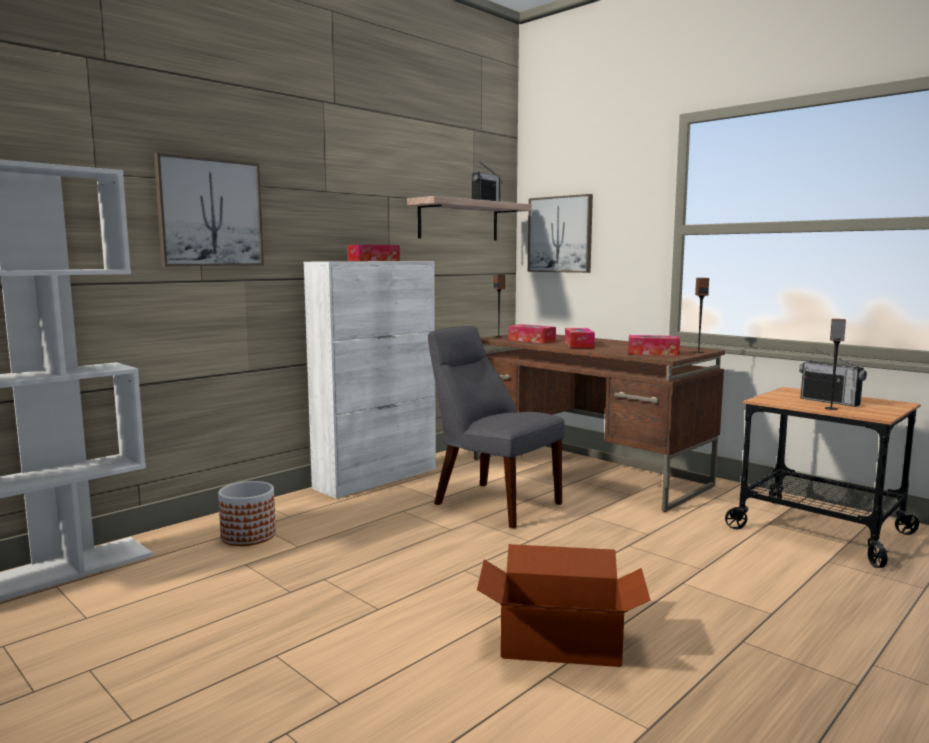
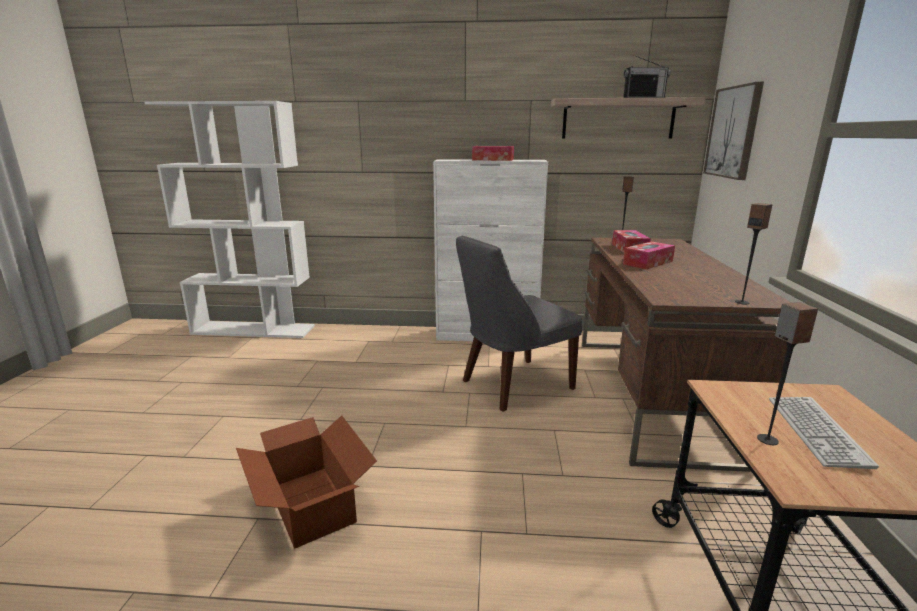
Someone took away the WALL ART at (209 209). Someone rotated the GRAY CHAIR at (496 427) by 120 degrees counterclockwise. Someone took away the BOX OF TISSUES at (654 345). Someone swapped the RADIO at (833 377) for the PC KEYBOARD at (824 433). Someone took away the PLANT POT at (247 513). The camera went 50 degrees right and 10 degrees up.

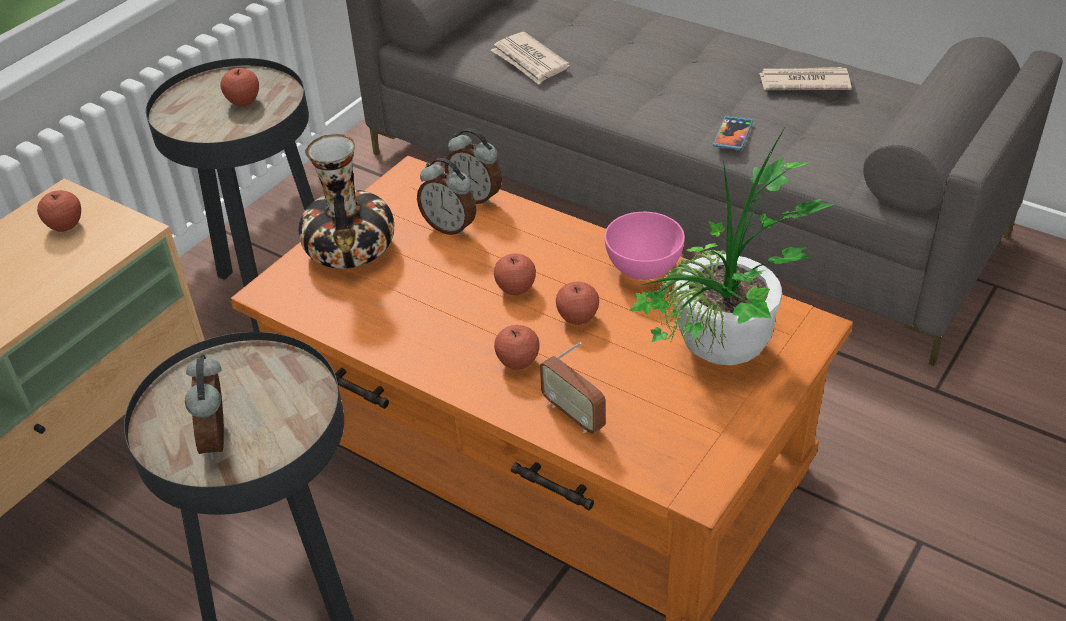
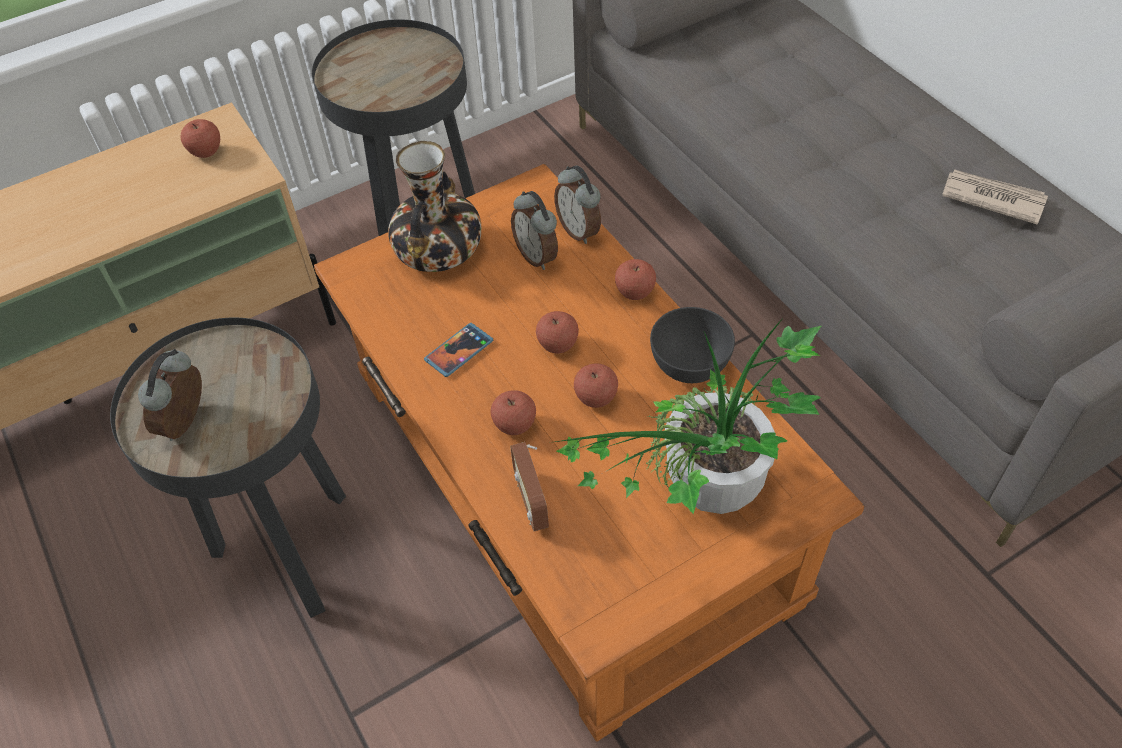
Someone took away the NEWSPAPER at (530 58). Someone carried the WHOLE APPLE from (239 87) to (635 279). Someone carried the TELEPHONE from (733 133) to (458 350). Someone repainted the PINKISH SERVING BOWL at (644 246), which became the GRAY SERVING BOWL at (692 345). The camera went 25 degrees right and 10 degrees up.

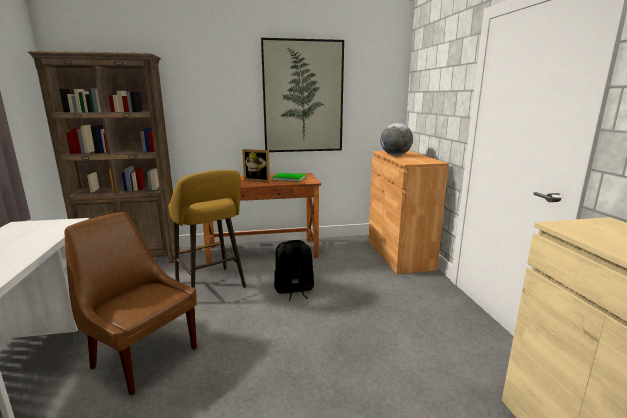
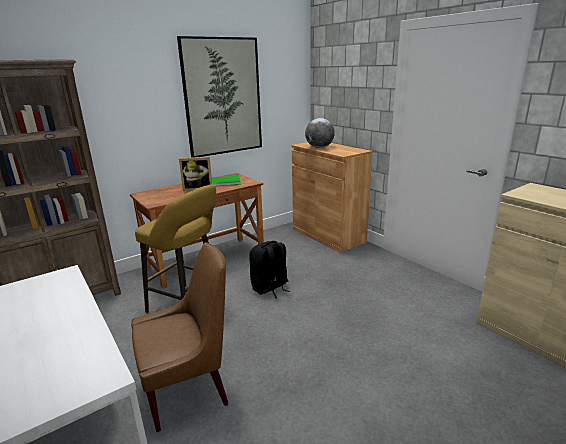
Someone rotated the BROWNISH CHAIR at (131 303) by 150 degrees clockwise. The camera went 25 degrees left and 5 degrees up.

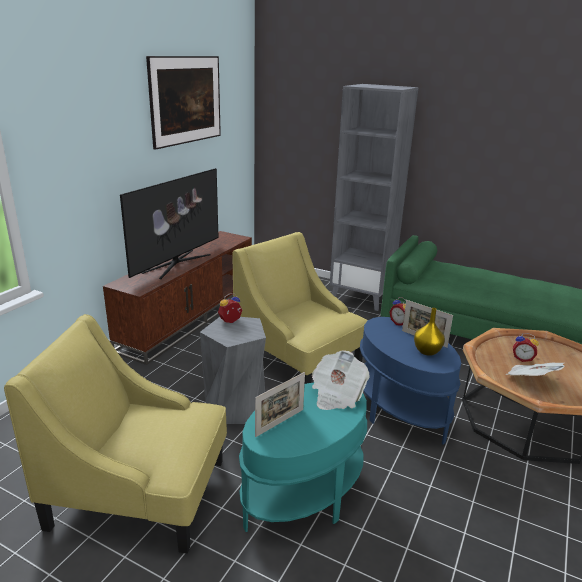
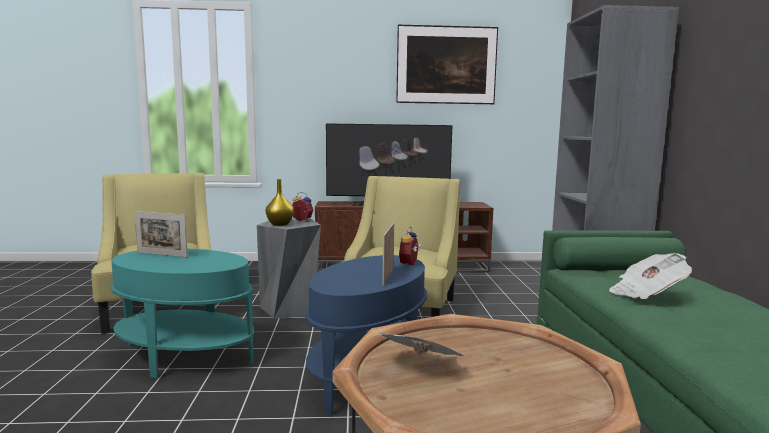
Someone carried the YELLOW-COLOURED DECORATIVE VASE from (429 332) to (280 202). Someone took away the BEDSIDE CLOCK at (526 347). Someone carried the NEWSPAPER from (341 380) to (650 276). The camera went 60 degrees right and 15 degrees down.

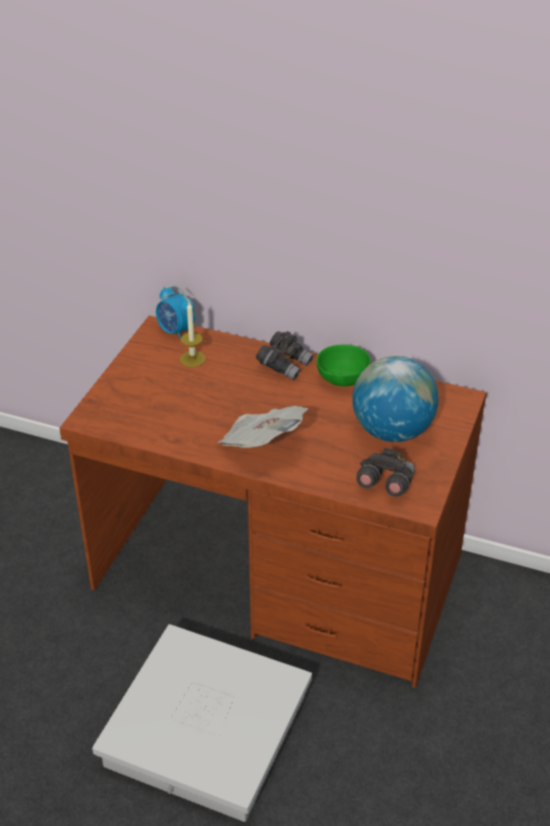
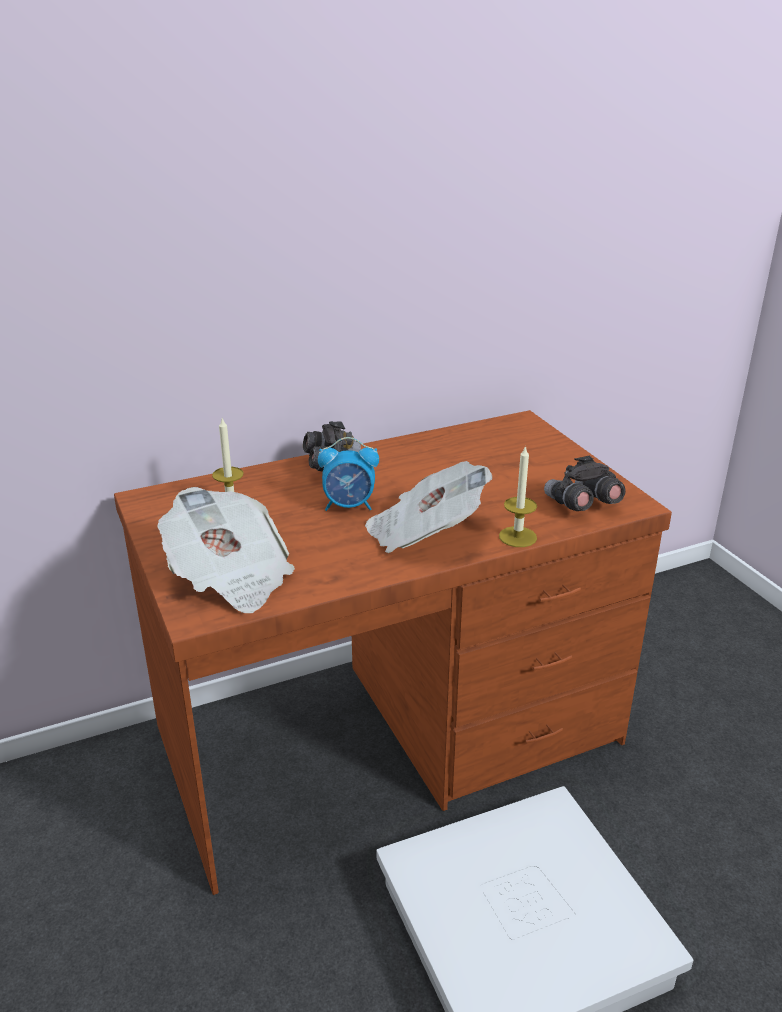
Someone carried the BEDSIDE CLOCK from (175 312) to (348 474). Someone took away the GREEN SERVING BOWL at (343 365). Someone took away the WORLD GLOBE at (395 399). Someone put down the CANDLE at (518 496). Someone put down the NEWSPAPER at (226 550). The camera went 45 degrees left and 10 degrees down.

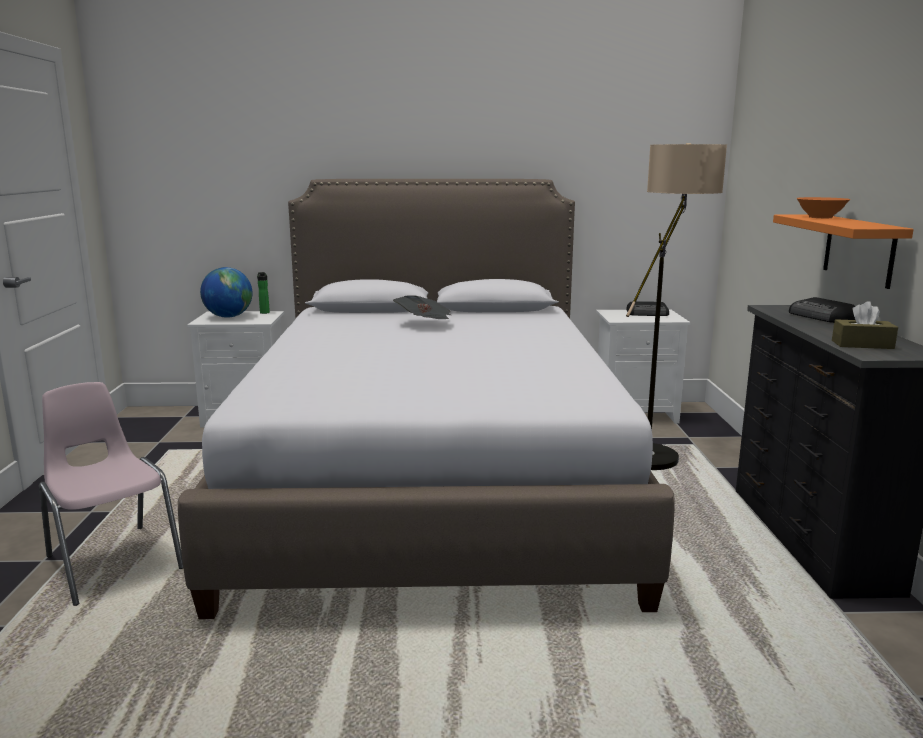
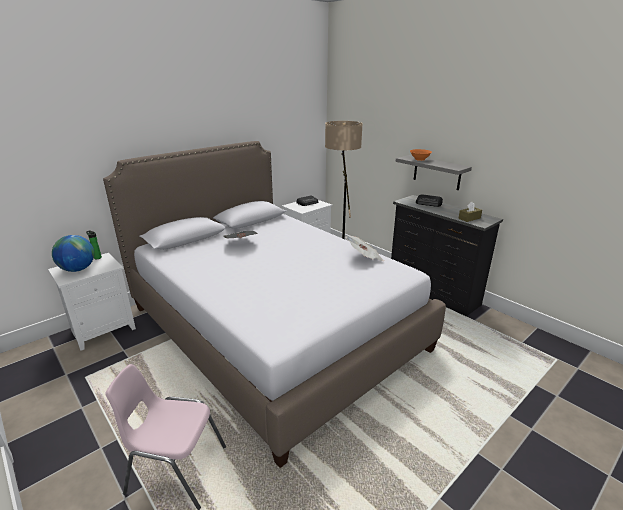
Someone repainted the ORANGE SHELF at (843 251), which became the GRAY SHELF at (434 172). Someone put down the NEWSPAPER at (364 248). The camera went 40 degrees left and 10 degrees up.

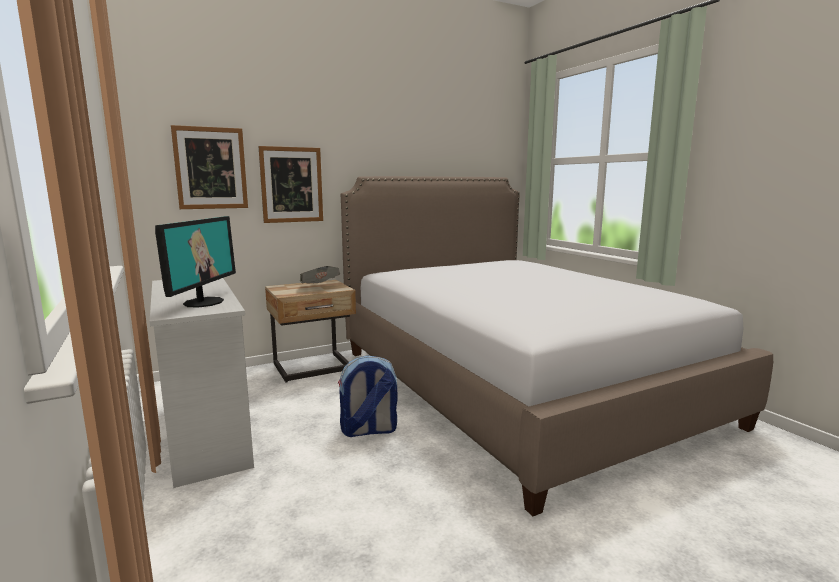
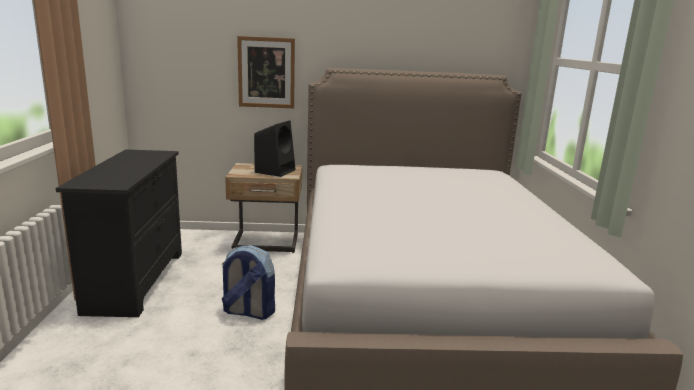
Someone took away the WALL ART at (209 167). Someone took away the MONITOR at (195 262). Someone swapped the NEWSPAPER at (320 275) for the BLACK-COLOURED LOUDSPEAKER at (275 149). Someone repainted the WHITE DRESSER at (202 383), which became the BLACK-COLOURED DRESSER at (118 233). The camera went 25 degrees right and 5 degrees up.

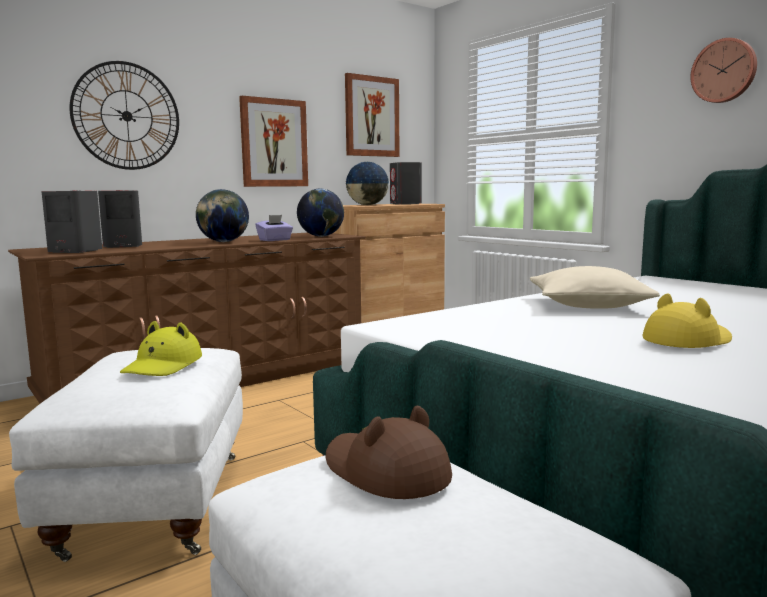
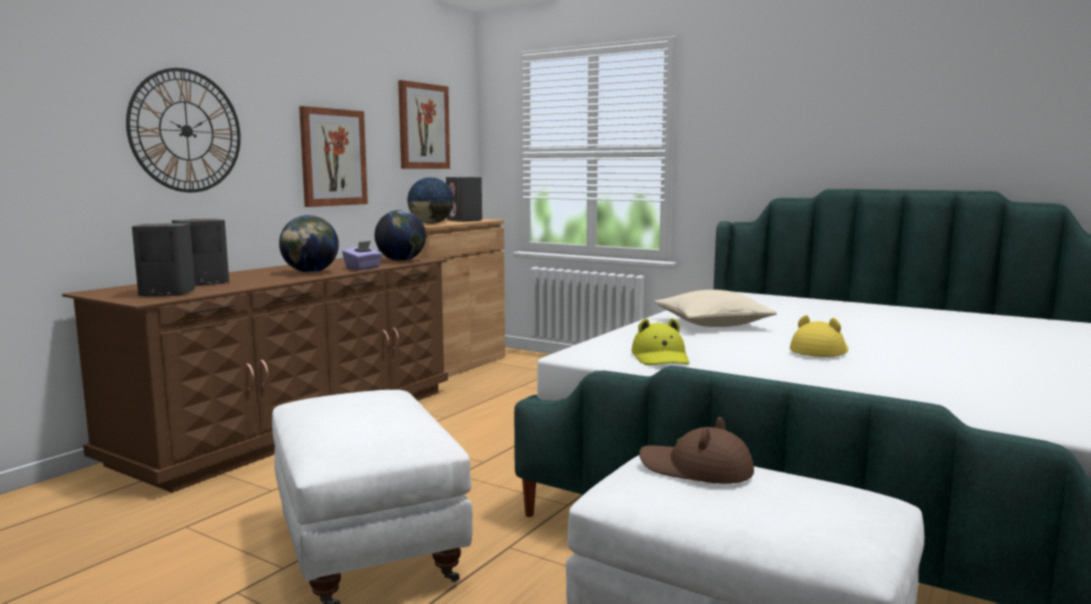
Someone took away the HANGING CLOCK at (723 70). Someone carried the YELLOW-COLOURED HAT from (161 348) to (660 341). The camera went 20 degrees left and 0 degrees up.

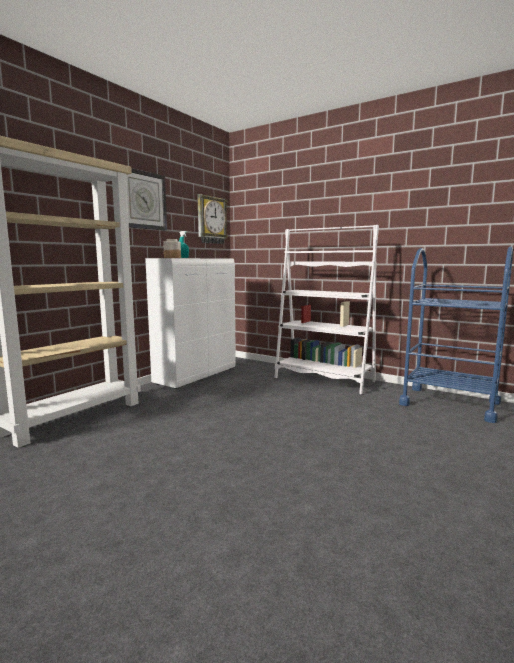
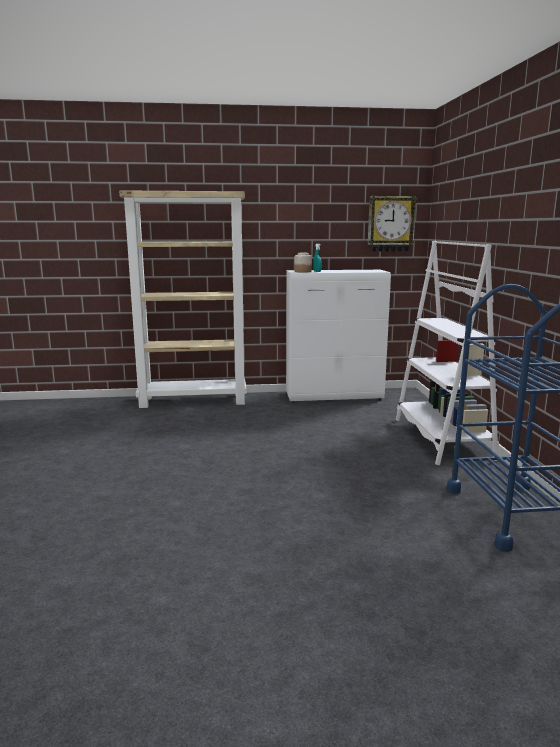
Someone took away the HANGING CLOCK at (146 199). The camera went 50 degrees right and 5 degrees up.

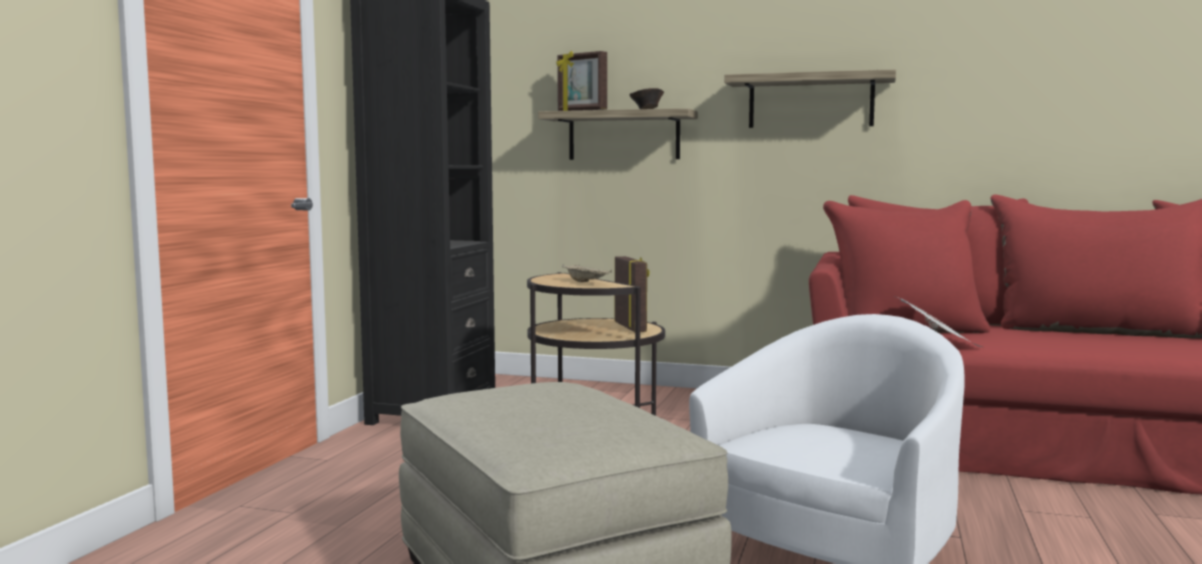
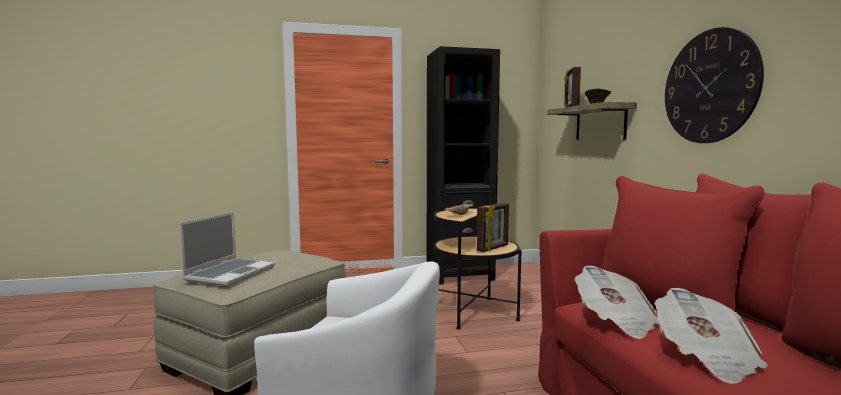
Someone swapped the SHELF at (810 98) for the HANGING CLOCK at (714 85). Someone put down the LAPTOP at (227 249). Someone put down the NEWSPAPER at (711 336). The camera went 60 degrees right and 0 degrees up.

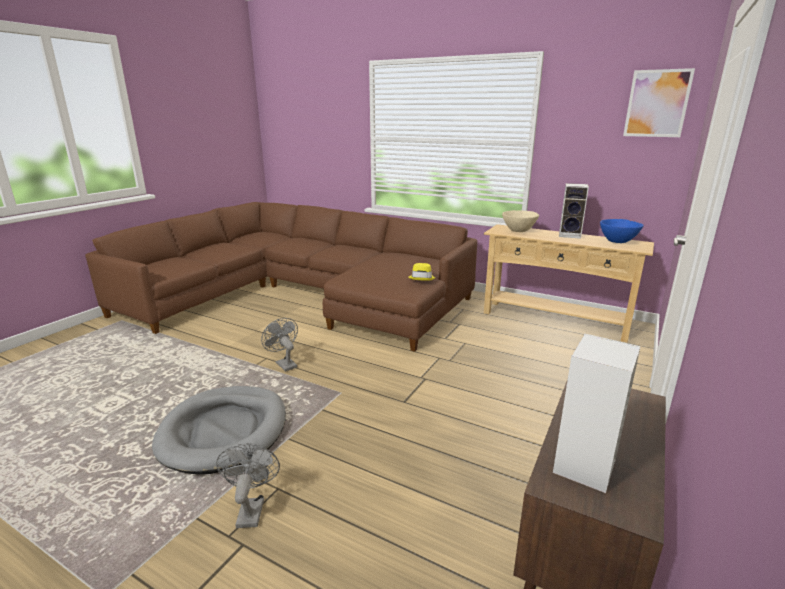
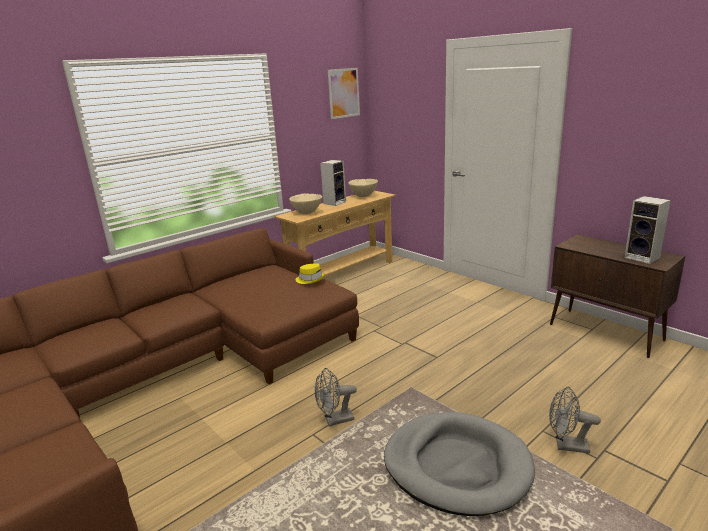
Someone repainted the BLUISH SERVING BOWL at (622 231), which became the BEIGE SERVING BOWL at (363 188). The camera went 70 degrees left and 0 degrees up.

